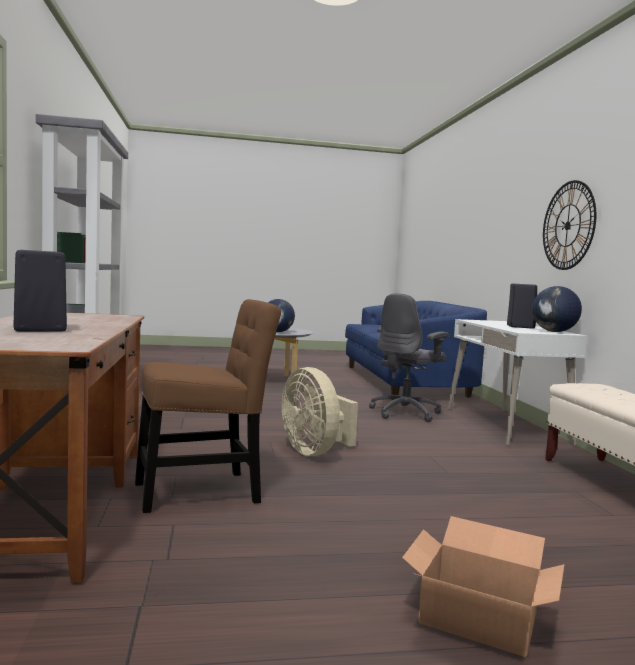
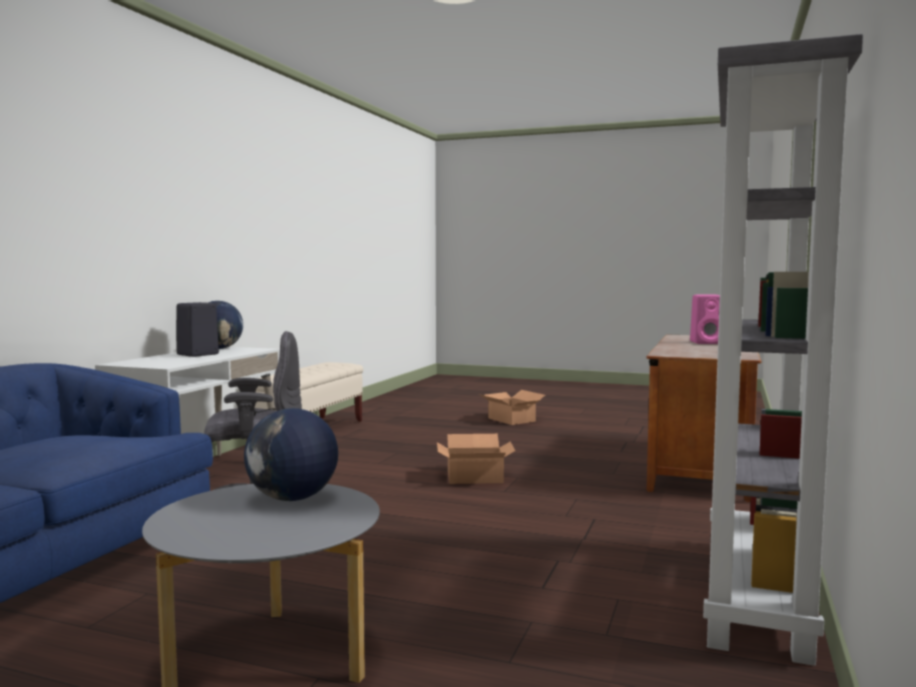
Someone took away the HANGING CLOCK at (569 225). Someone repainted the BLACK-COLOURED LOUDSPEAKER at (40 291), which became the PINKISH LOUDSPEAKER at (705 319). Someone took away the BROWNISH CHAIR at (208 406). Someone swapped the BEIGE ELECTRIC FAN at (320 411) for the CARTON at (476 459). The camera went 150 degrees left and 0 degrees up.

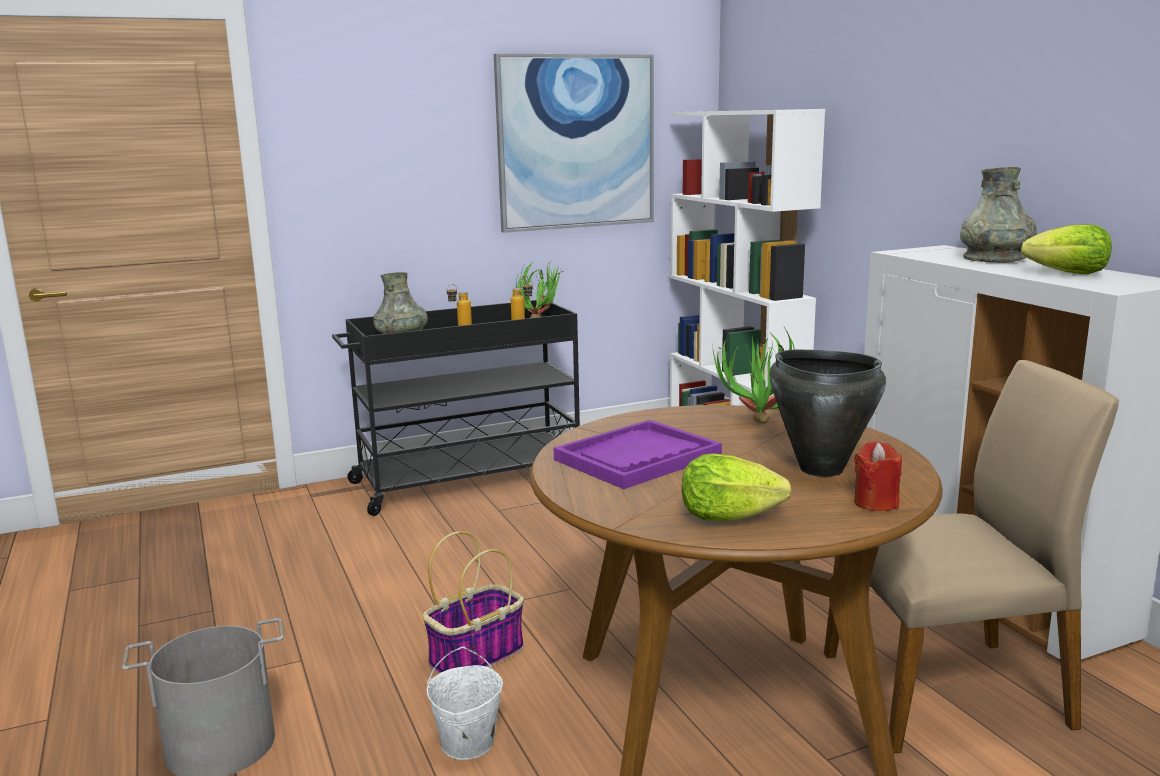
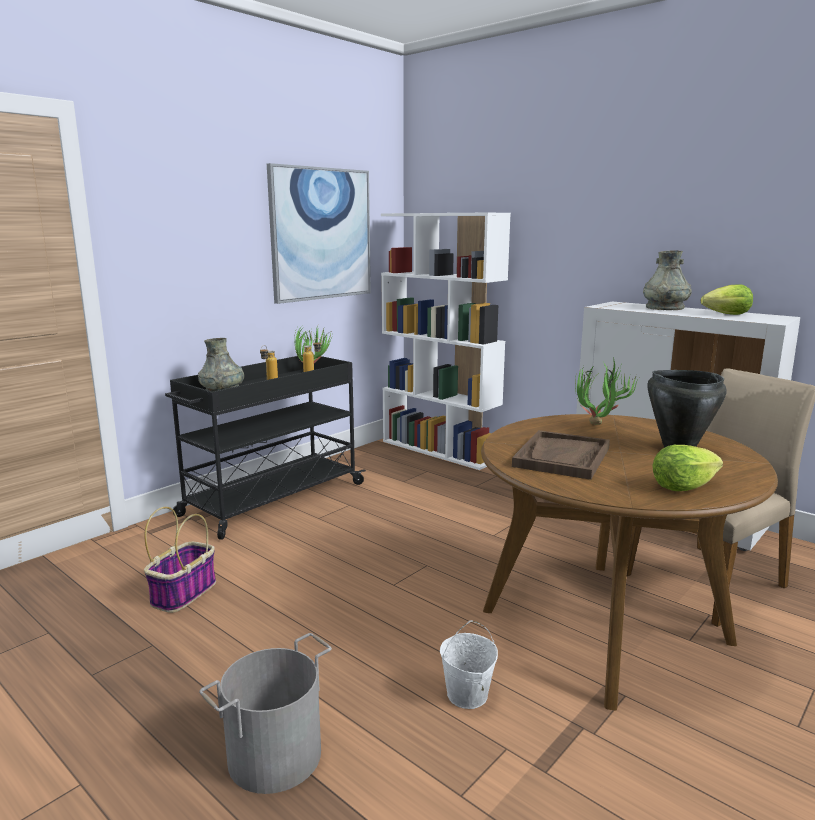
Someone repainted the PURPLE SERVING TRAY at (638 454), which became the BROWNISH SERVING TRAY at (561 455). Someone took away the RED CANDLE at (878 476). Someone carried the STORAGE BASKET from (473 602) to (180 560). The camera went 25 degrees left and 0 degrees up.

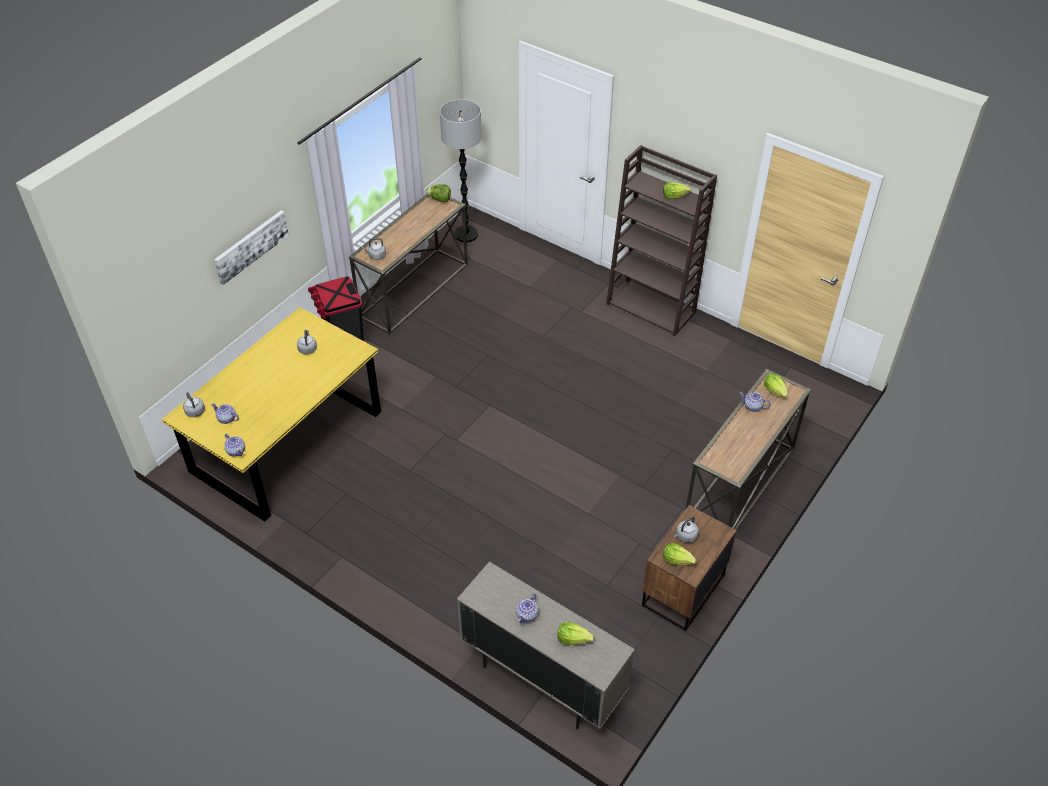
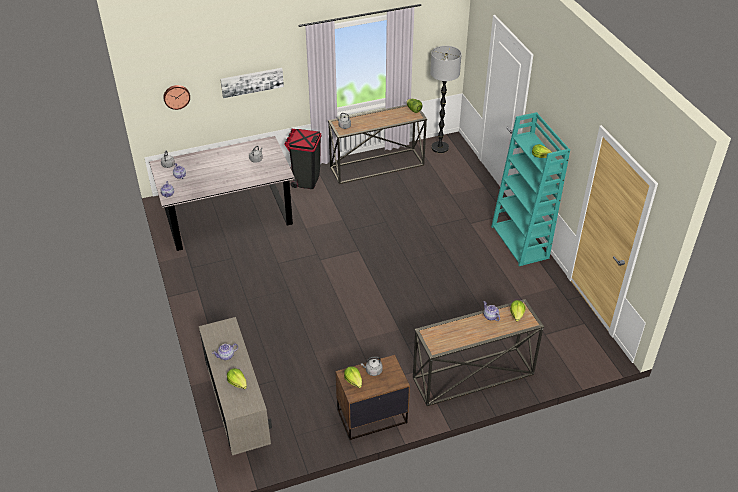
Someone repainted the BROWNISH BOOKCASE at (661 240), which became the TURQUOISE BOOKCASE at (530 189). Someone repainted the YELLOW-COLOURED DINNER TABLE at (271 414), which became the GRAY DINNER TABLE at (222 193). Someone put up the HANGING CLOCK at (176 97). The camera went 35 degrees right and 5 degrees down.

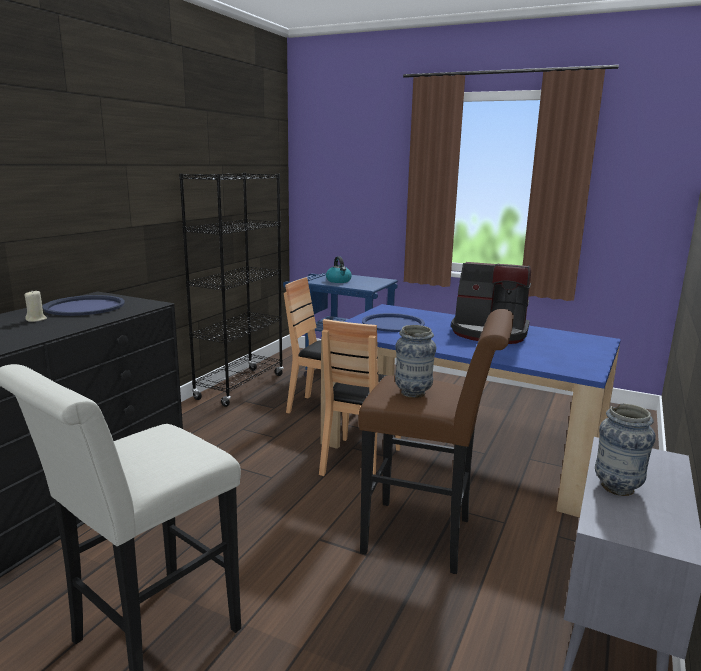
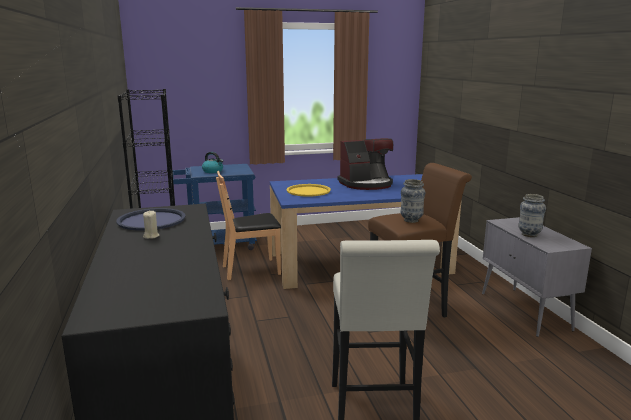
Someone repainted the BLUISH SERVING TRAY at (393 322), which became the YELLOW-COLOURED SERVING TRAY at (308 190). Someone took away the BROWNISH CHAIR at (360 397). The camera went 40 degrees left and 0 degrees up.

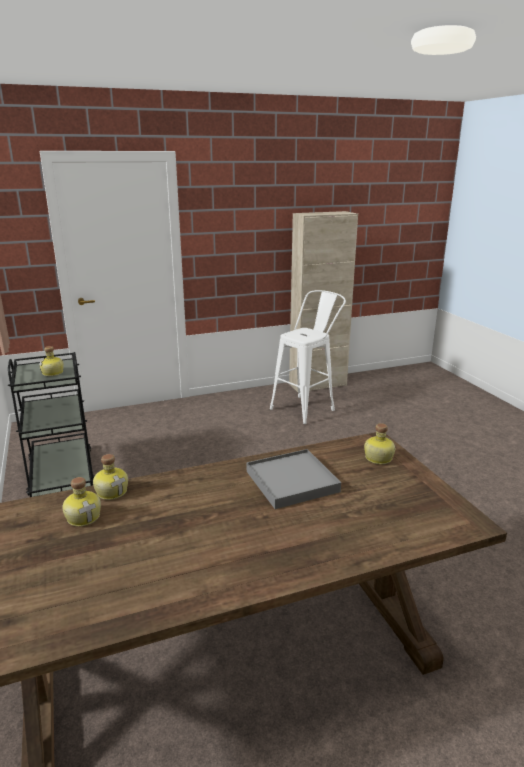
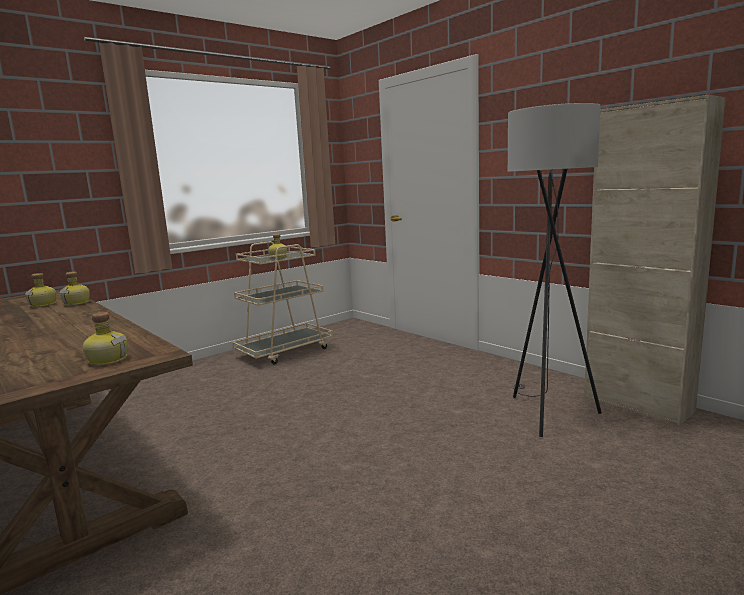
Someone swapped the WHITE STOOL at (308 357) for the GRAY FLOOR LAMP at (555 270). Someone repainted the BLACK-COLOURED WHEELED CART at (51 424), which became the BEIGE WHEELED CART at (282 302). Someone took away the GRAY SERVING TRAY at (294 479). The camera went 70 degrees right and 10 degrees down.

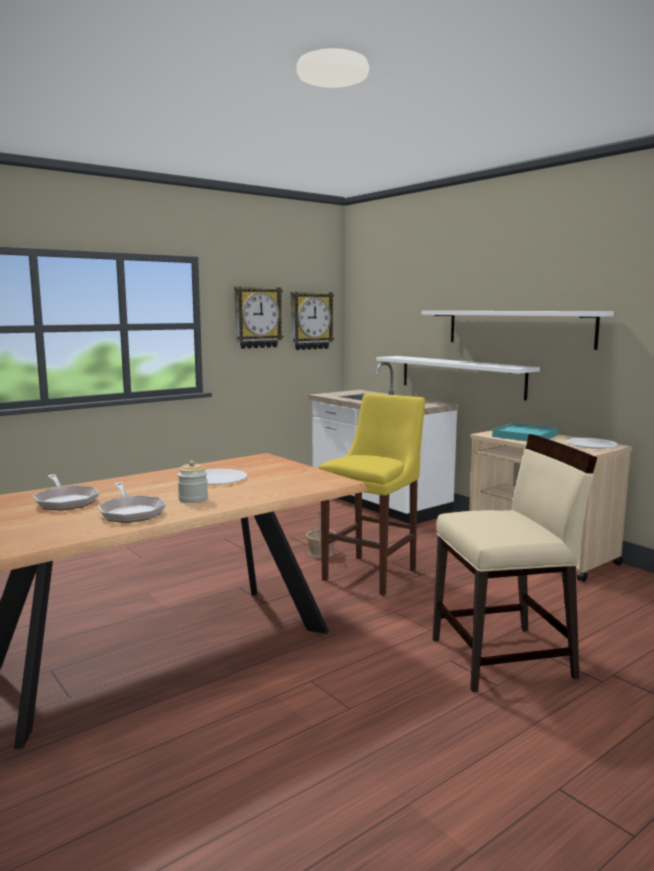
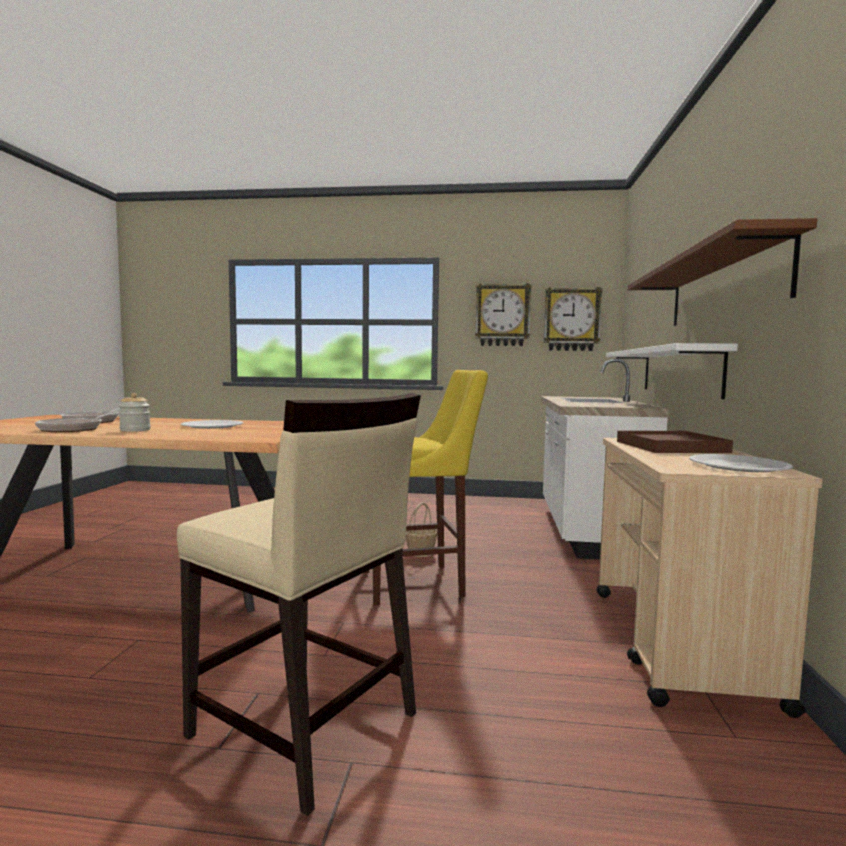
Someone repainted the WHITE SHELF at (517 330), which became the BROWNISH SHELF at (722 272). Someone repainted the TURQUOISE SERVING TRAY at (525 432), which became the BROWNISH SERVING TRAY at (675 442). The camera went 45 degrees right and 5 degrees down.

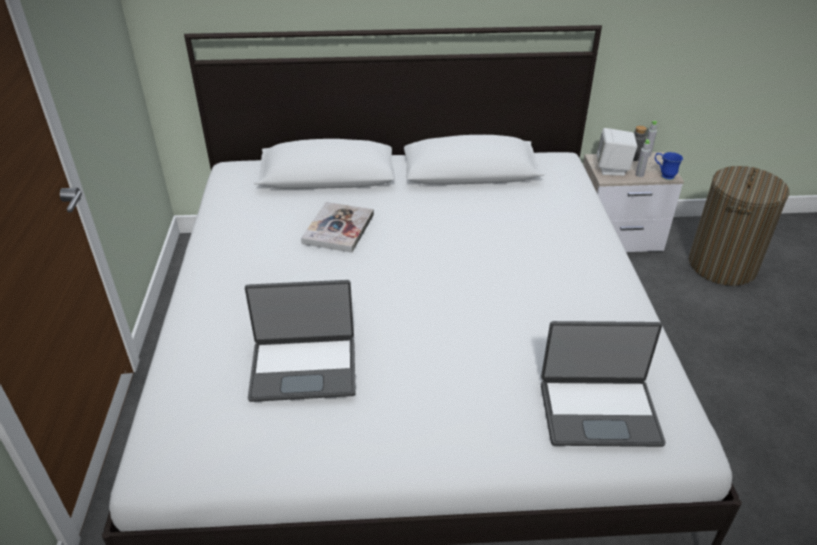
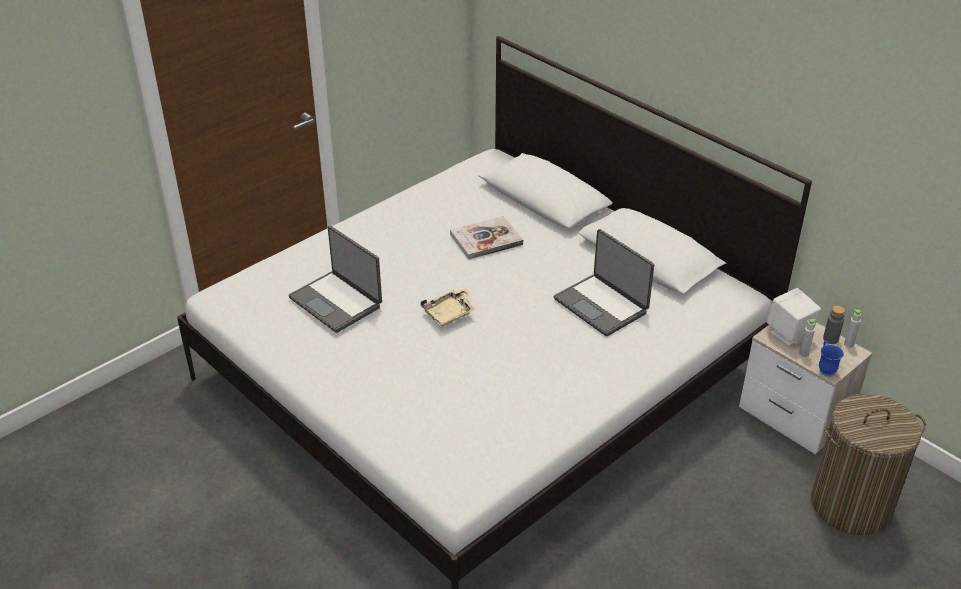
Someone carried the LAPTOP from (603 384) to (604 283). Someone put down the BEIGE SERVING TRAY at (448 307). The camera went 50 degrees right and 0 degrees up.

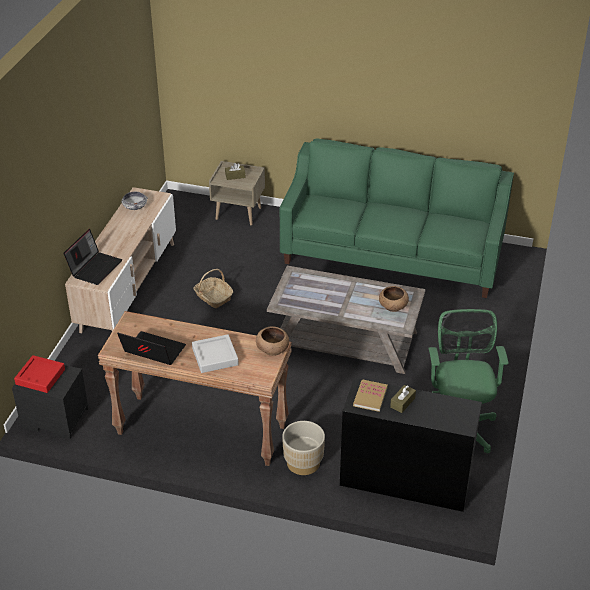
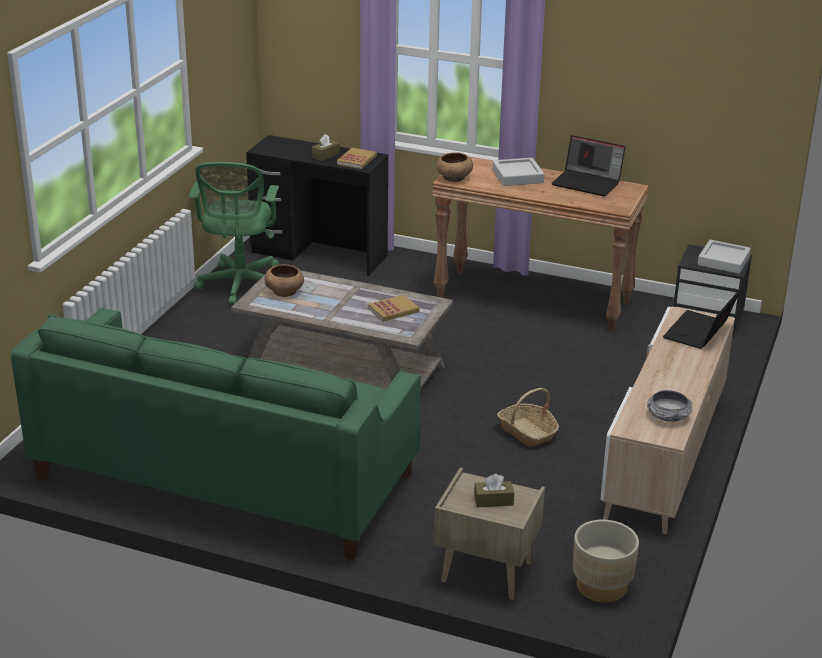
Someone repainted the RED SERVING TRAY at (39 374), which became the GRAY SERVING TRAY at (724 257). Someone carried the BEIGE PLANT POT from (303 448) to (606 561). Someone put down the VOLUME at (393 308). The camera went 175 degrees left and 10 degrees down.

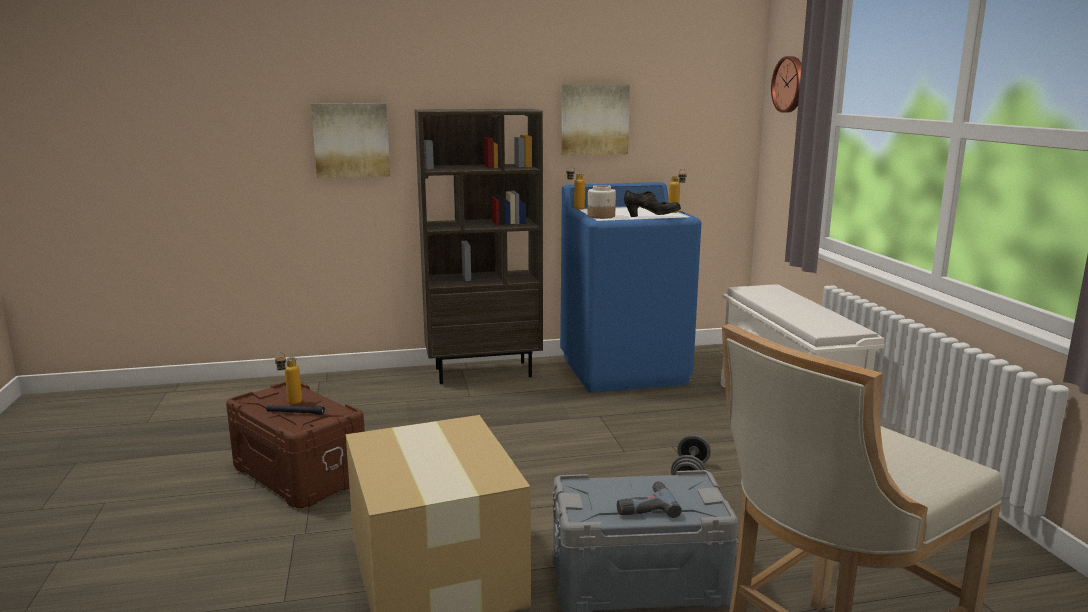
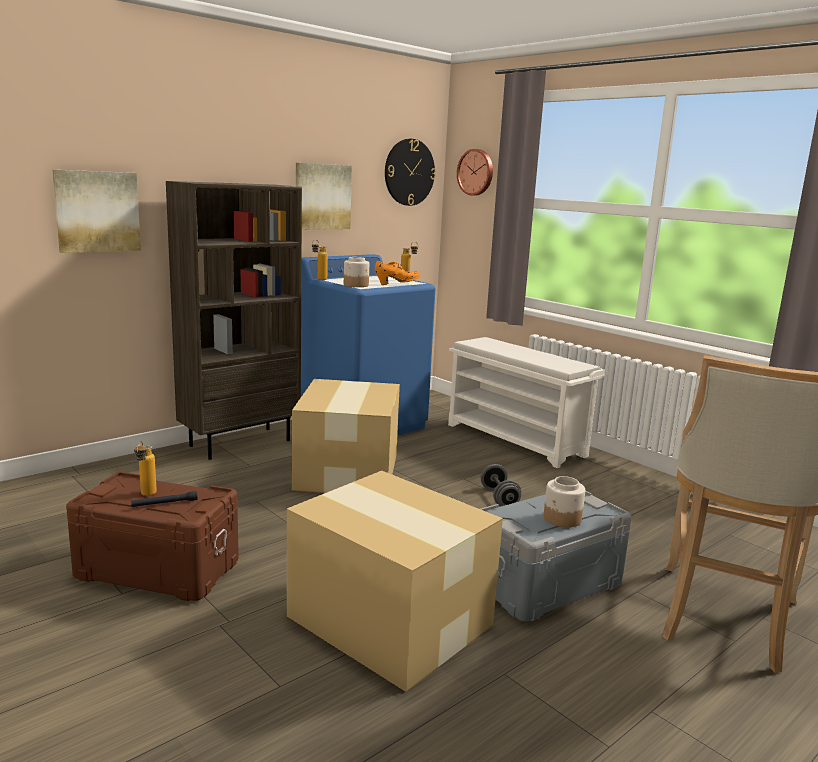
Someone repainted the BLACK-COLOURED SHOE at (652 203), which became the ORANGE SHOE at (398 273). Someone swapped the ELECTRIC DRILL at (649 499) for the STORAGE JAR at (564 501). Someone put up the HANGING CLOCK at (410 172). Someone put down the CARTON at (346 436). The camera went 30 degrees left and 0 degrees up.

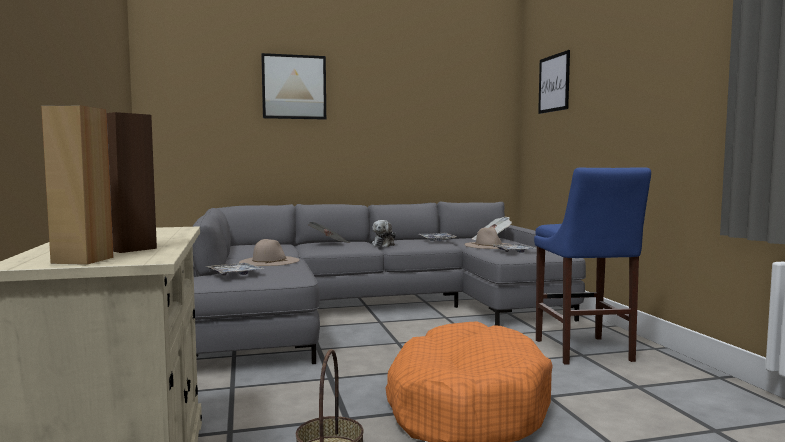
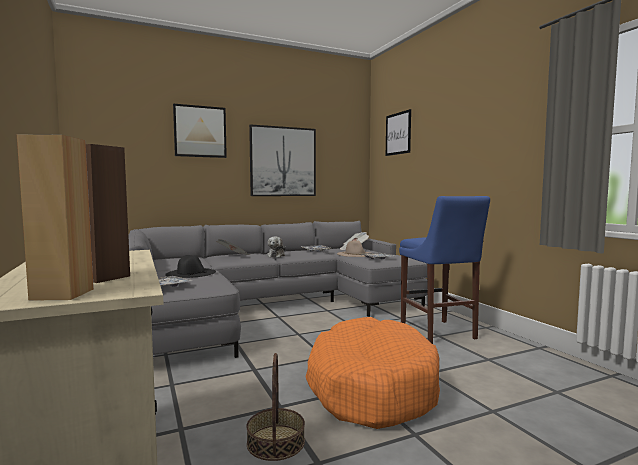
Someone repainted the BEIGE HAT at (269 252), which became the BLACK-COLOURED HAT at (190 266). Someone put up the WALL ART at (282 160). The camera went 10 degrees left and 0 degrees up.

